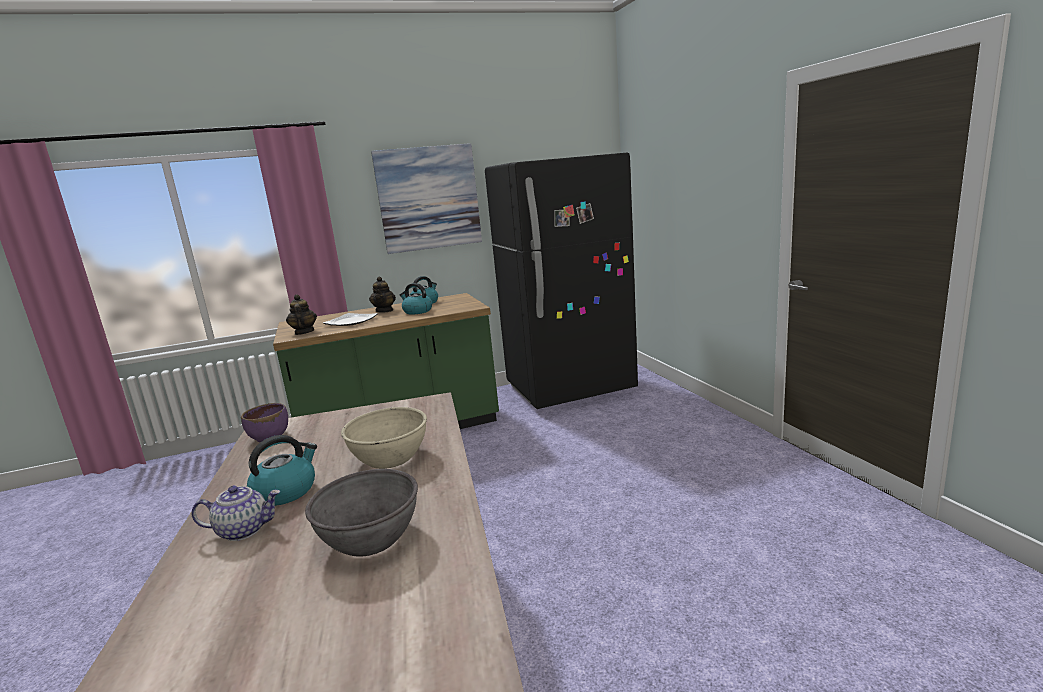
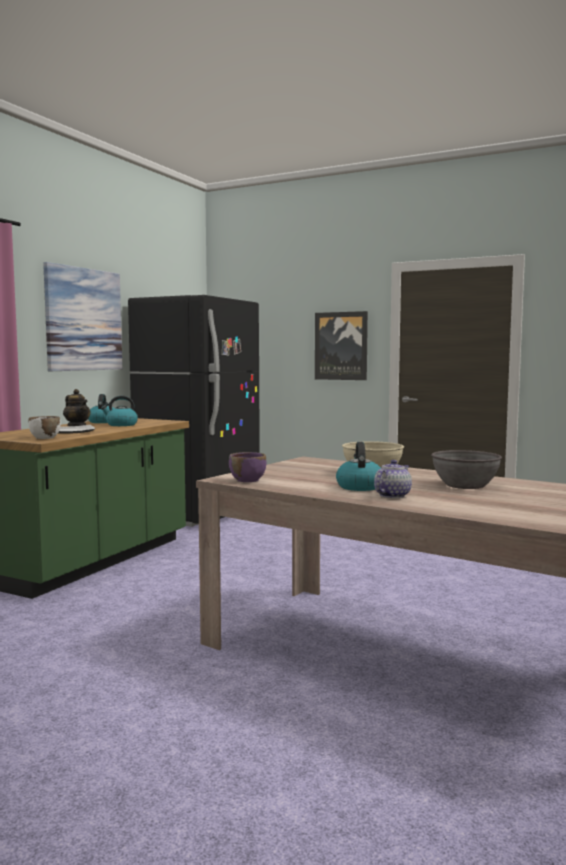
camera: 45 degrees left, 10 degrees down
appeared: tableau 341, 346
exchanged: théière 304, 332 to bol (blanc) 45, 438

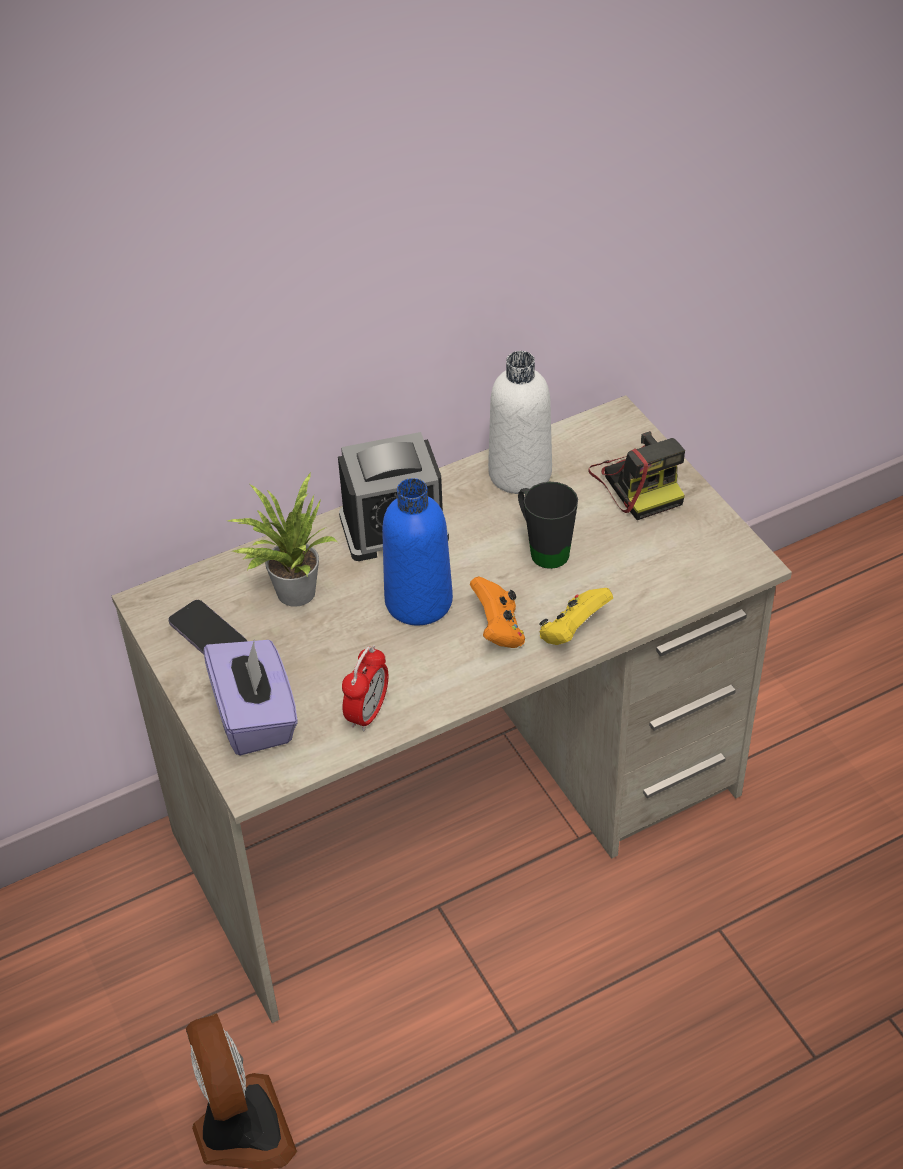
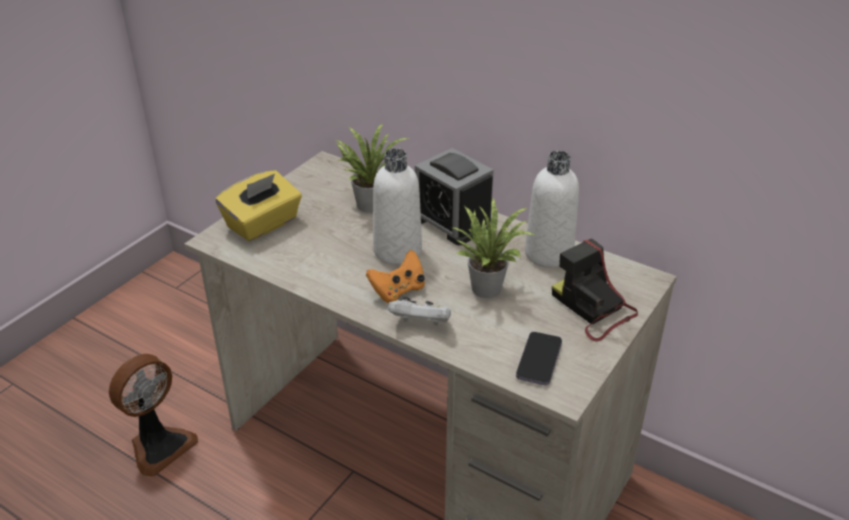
camera: 60 degrees right, 10 degrees down
missing: réveil 367, 713
relocated: téléphone 208, 635 to 539, 360
exchanged: mug (noir) 543, 548 to plante en pot 488, 286
colour: boîte à mouchoirs (violet) 256, 716 to boîte à mouchoirs (jaune) 263, 224; bouteille (bleu) 418, 601 to bouteille (blanc) 397, 251; manette (jaune) 573, 632 to manette (blanc) 421, 324
spun: appareil photo 638, 482 = 593, 309 105 degrees clockwise

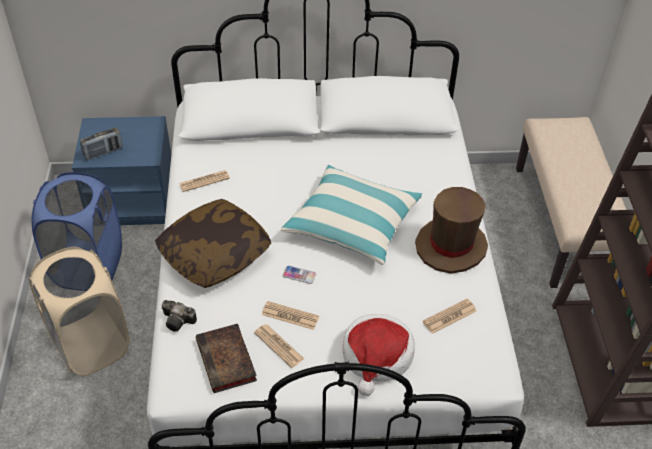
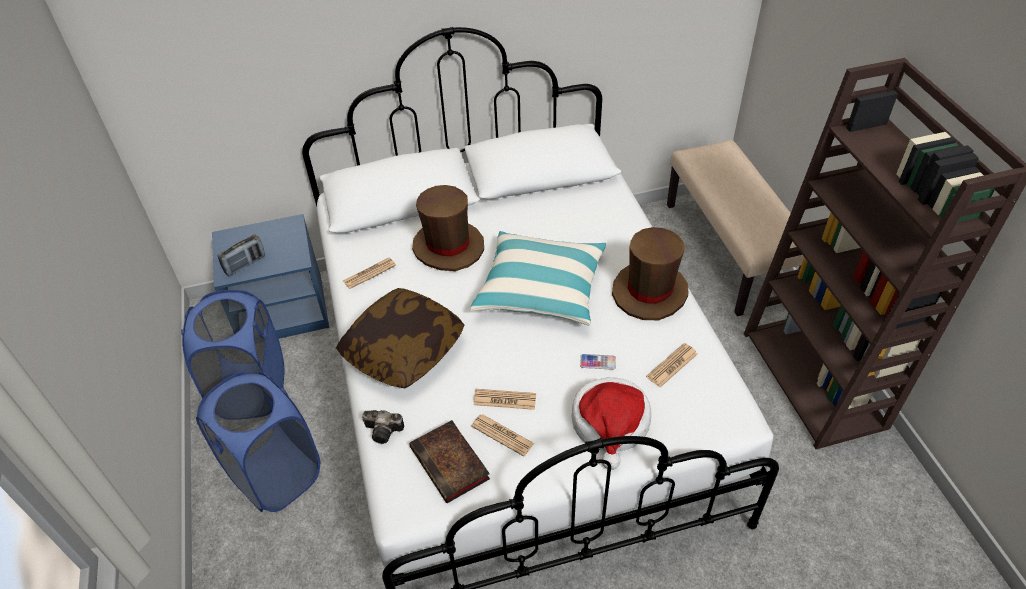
camera: 10 degrees left, 0 degrees up
appeared: chapeau (marron) 448, 246
relocated: téléphone 299, 275 to 598, 362
colour: panier à linge (beige) 90, 344 to panier à linge (bleu) 275, 475

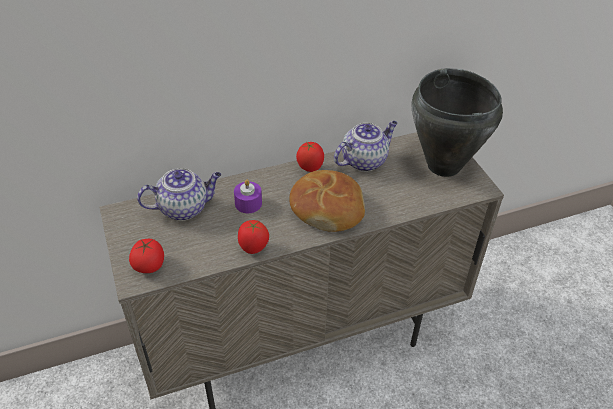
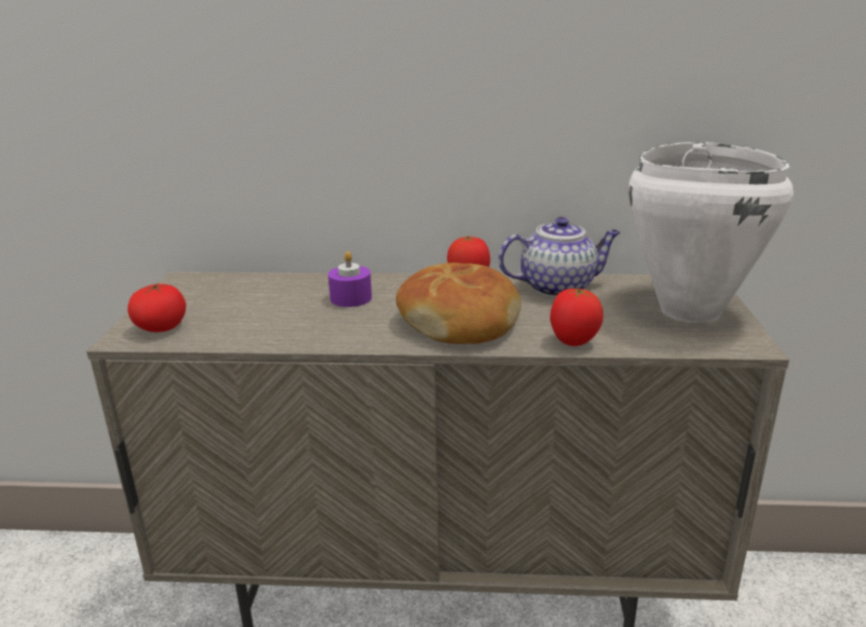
camera: 25 degrees right, 20 degrees down
missing: théière 184, 208
relocated: tomate 253, 248 to 573, 342
colour: marmite (noir) 443, 166 to marmite (blanc) 688, 311

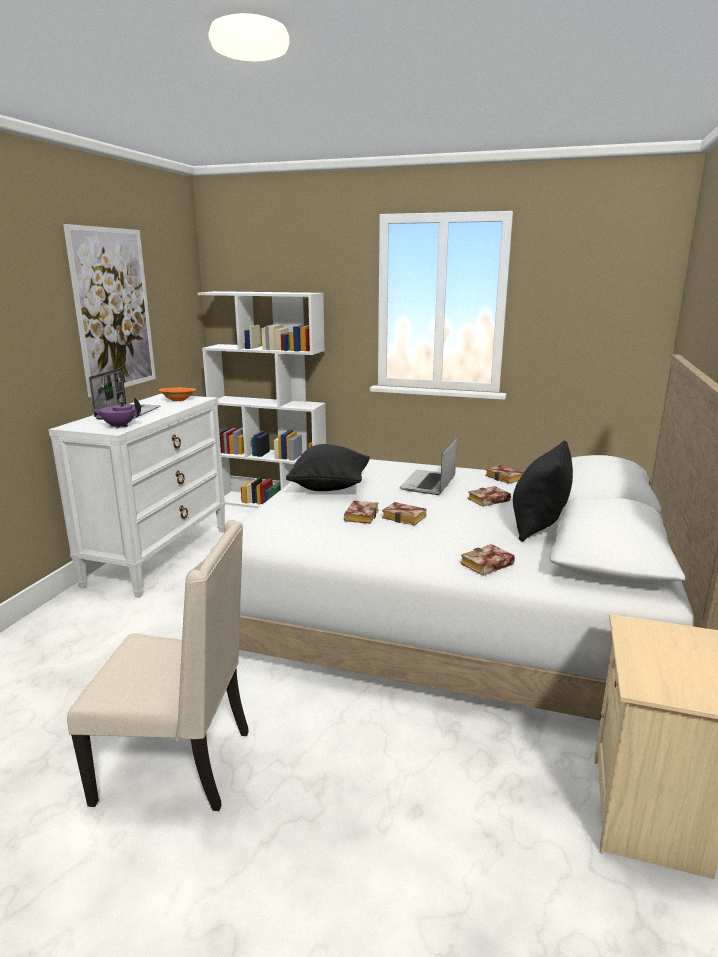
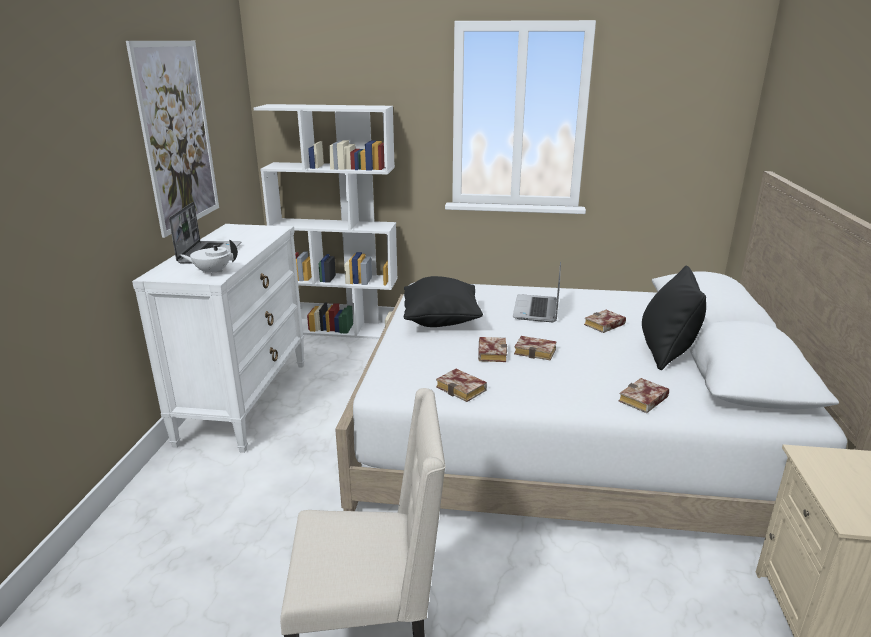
camera: 10 degrees left, 5 degrees up
missing: bol (orange) 178, 400
relocated: livre 506, 478 to 463, 389
colour: théière (violet) 119, 426 to théière (blanc) 212, 272

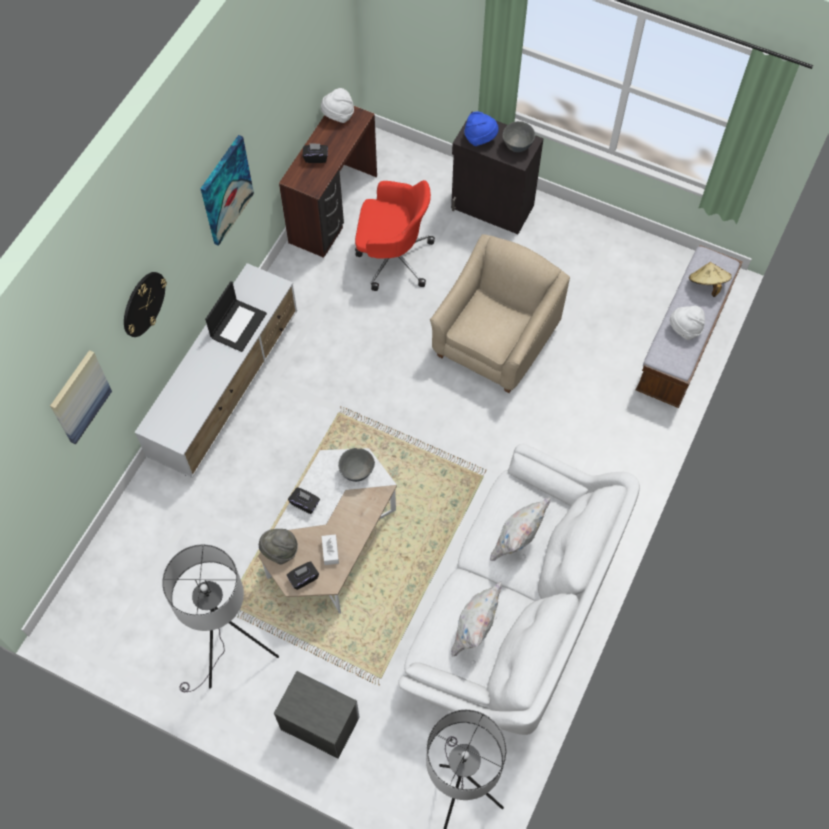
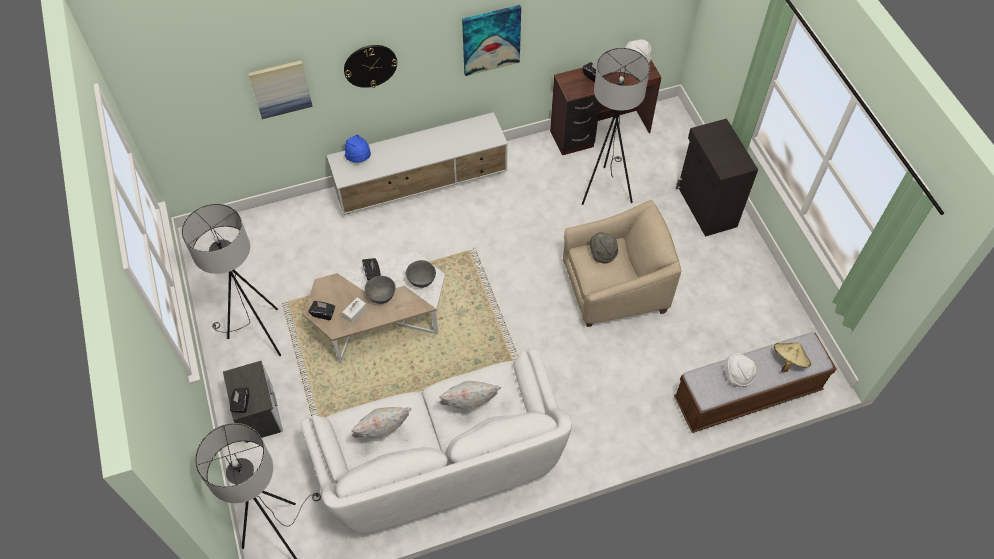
camera: 45 degrees right, 5 degrees down
missing: ordinateur portable 238, 325
appeared: boîte à mouchoirs (noir) 241, 403
relocated: chapeau (bleu) 480, 138 to 359, 158; bol (gris) 517, 146 to 382, 297; chapeau (gris) 280, 550 to 602, 254
exchanged: chaise de bureau (rouge) 392, 257 to lampadaire (gris) 605, 187

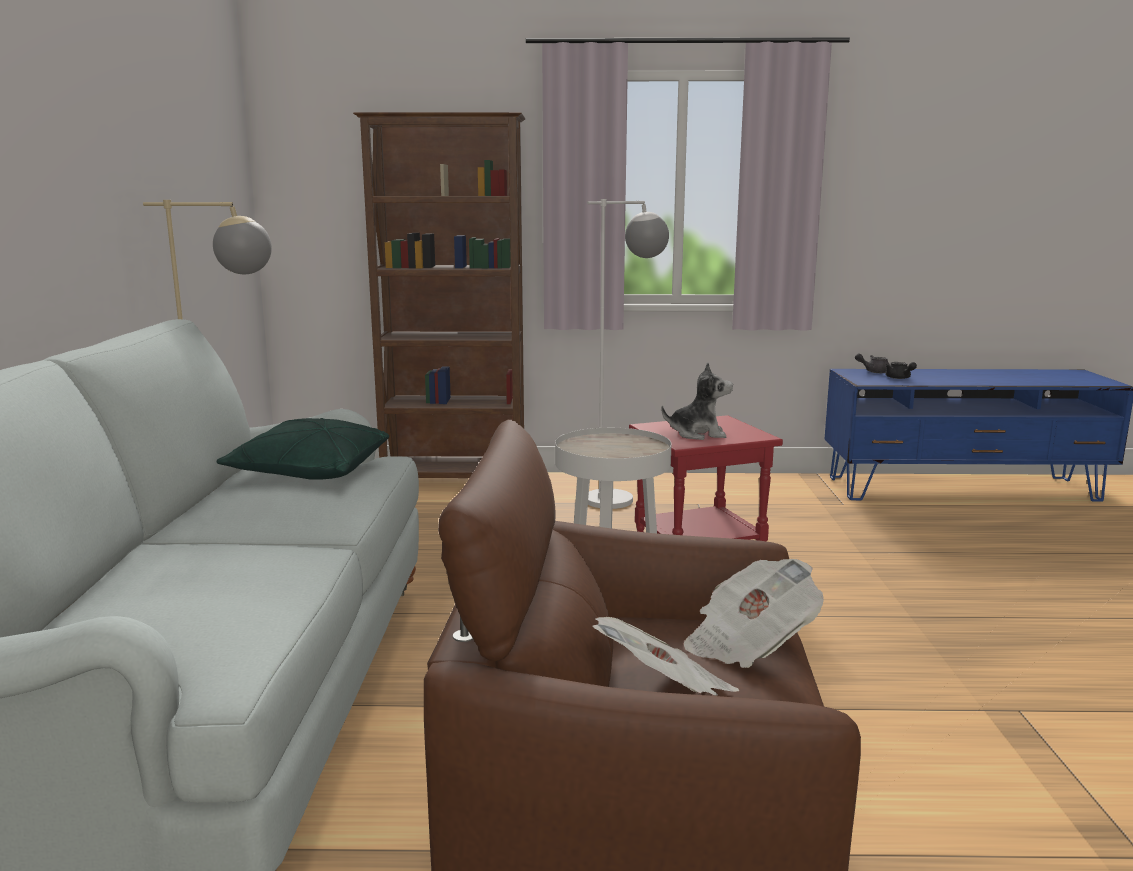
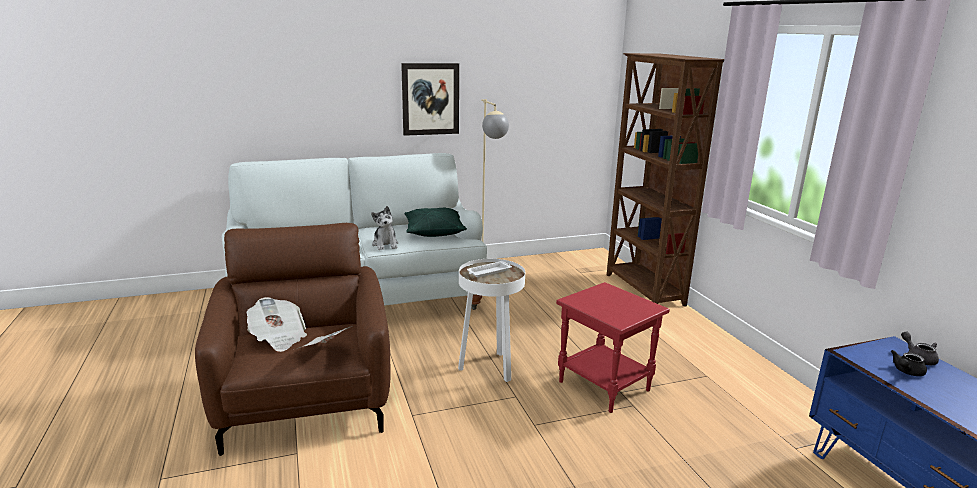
camera: 70 degrees right, 5 degrees up
missing: lampadaire (blanc) 622, 497
appeared: tableau 430, 99; plateau (blanc) 488, 272
relocated: peluche 698, 434 to 385, 244

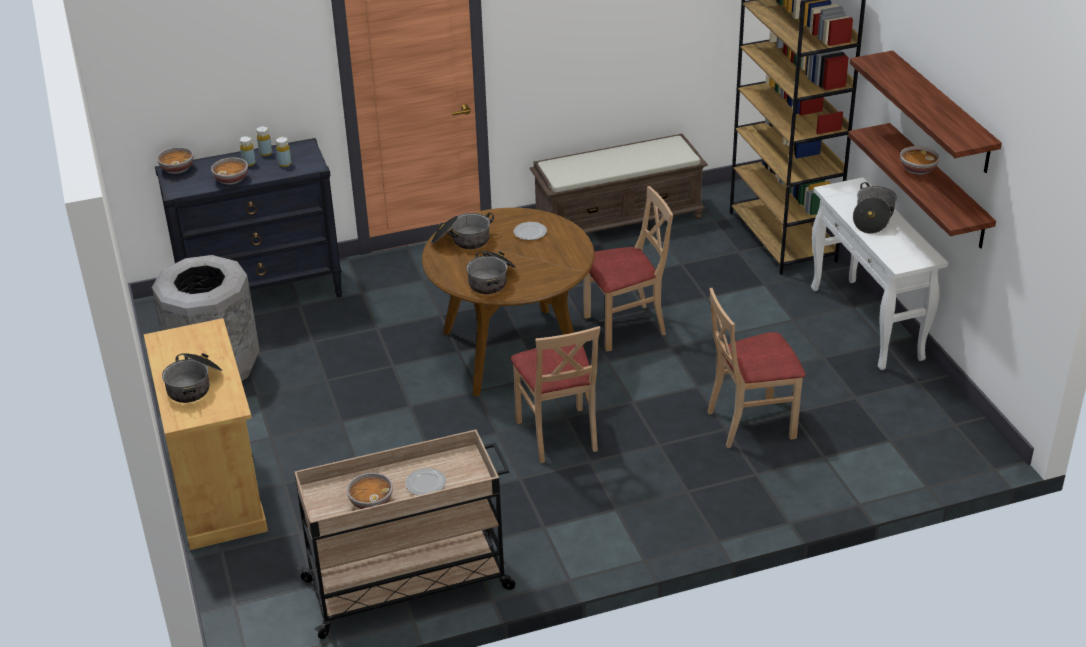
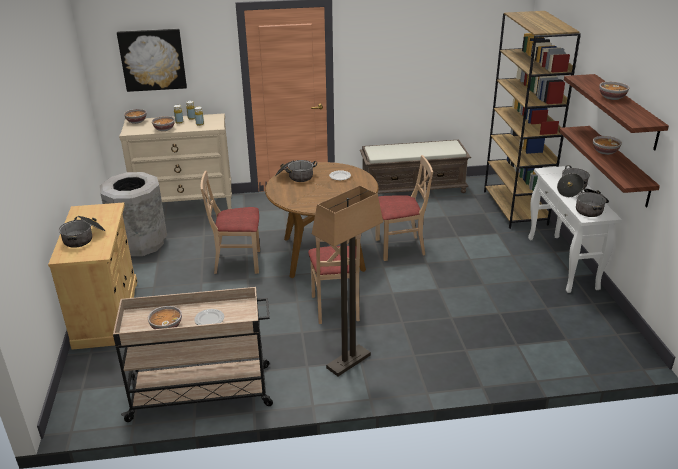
camera: 10 degrees right, 5 degrees down
appeared: tableau 152, 60; lampadaire 348, 362; bol 612, 97
relocated: chaise (beige) 750, 423 to 237, 262; marmite 492, 280 to 591, 209
colour: commode (noir) 262, 294 to commode (beige) 186, 207

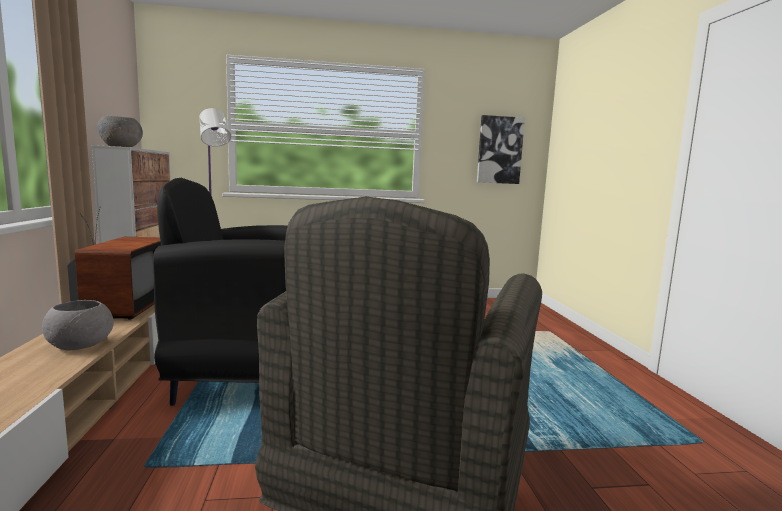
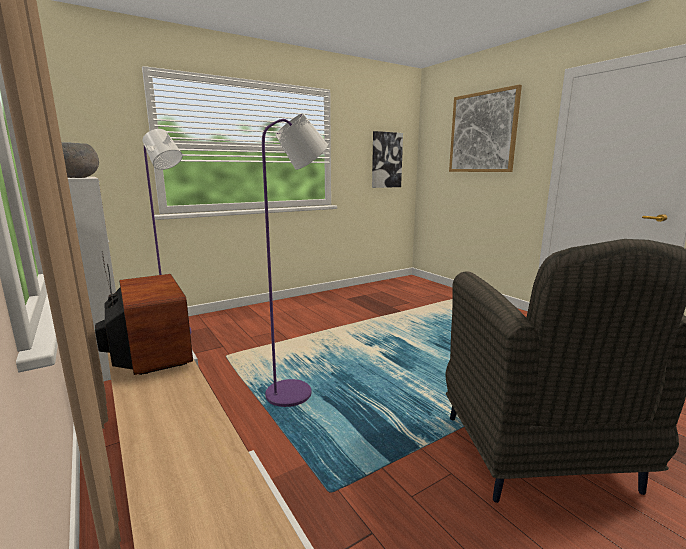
camera: 25 degrees left, 5 degrees up
missing: bol (gris) 81, 345
appeared: tableau 482, 132
exchanged: fauteuil (noir) 243, 378 to lampadaire (violet) 297, 392

